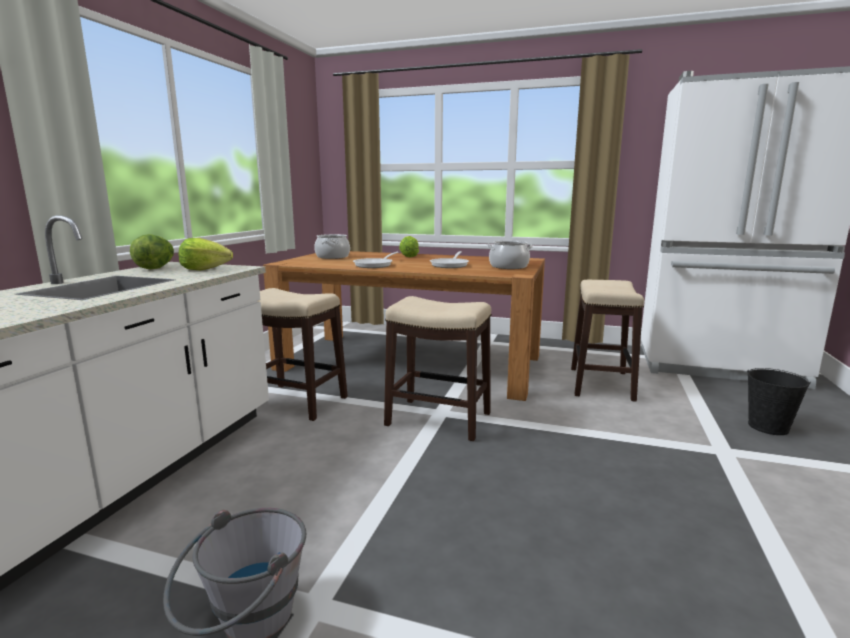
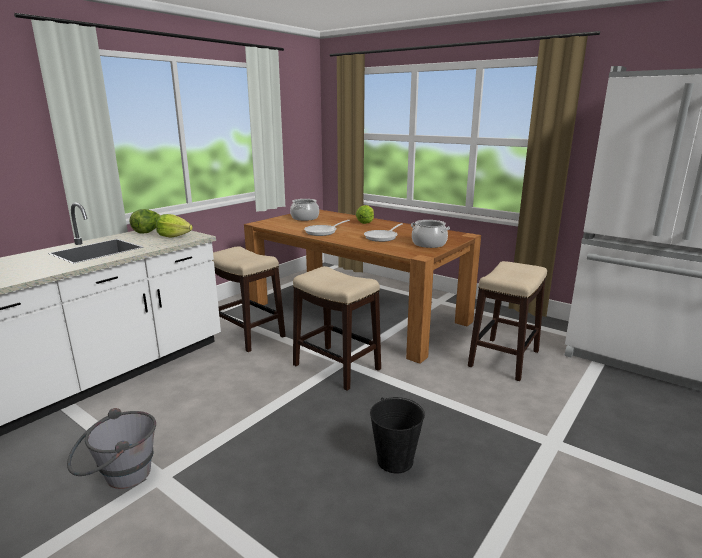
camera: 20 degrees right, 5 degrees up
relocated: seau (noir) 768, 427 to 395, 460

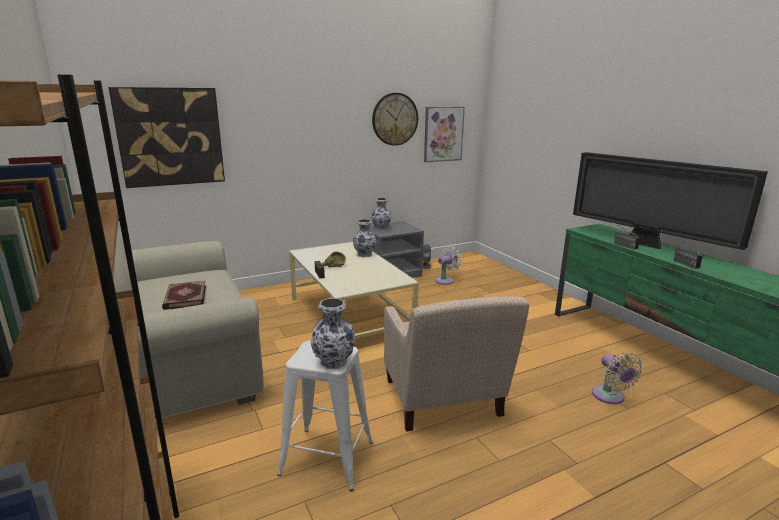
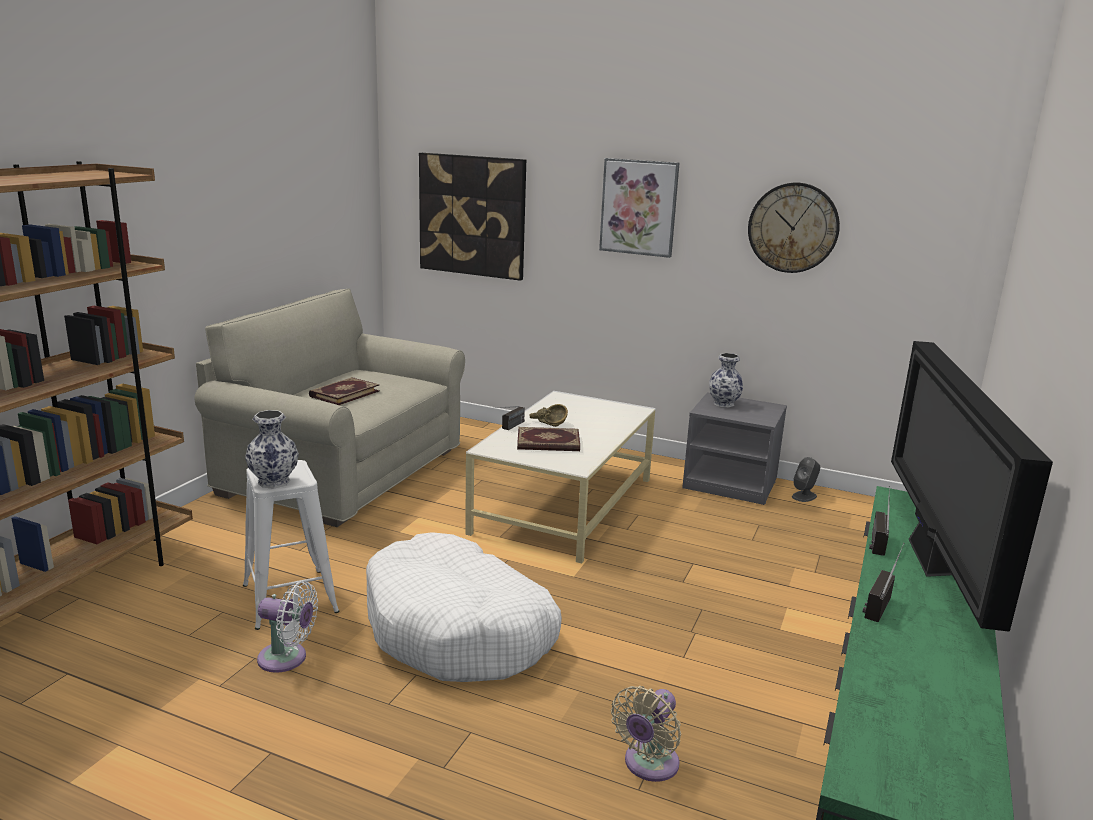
camera: 50 degrees right, 0 degrees up
missing: vase 365, 254
appeared: livre 548, 443
relocated: ventilateur (blanc) 446, 280 to 287, 659; tableau 443, 134 to 639, 207
exchanged: fauteuil (beige) 443, 403 to panier pour chien (blanc) 459, 630

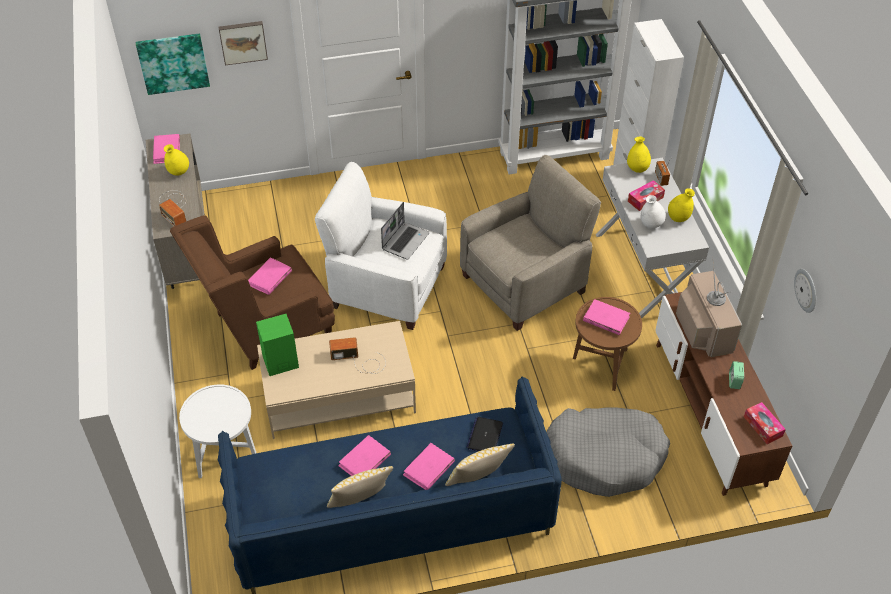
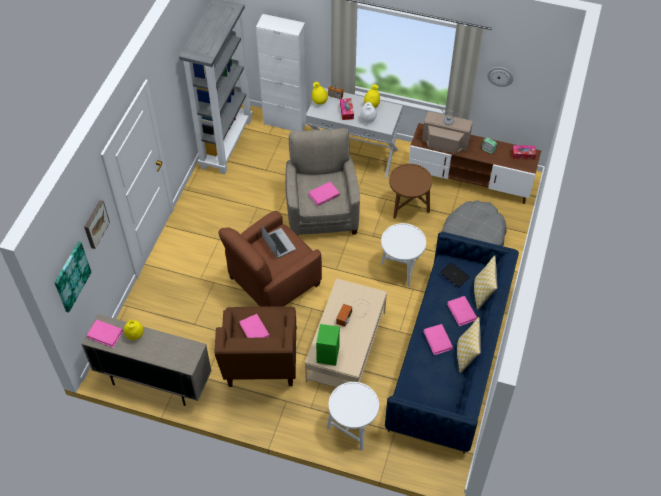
camera: 60 degrees left, 5 degrees up
missing: radio 174, 207
appeared: table d'appoint (blanc) 401, 268
relocated: livre (rose) 605, 319 to 324, 195
colour: fauteuil (blanc) 386, 286 to fauteuil (marron) 273, 282

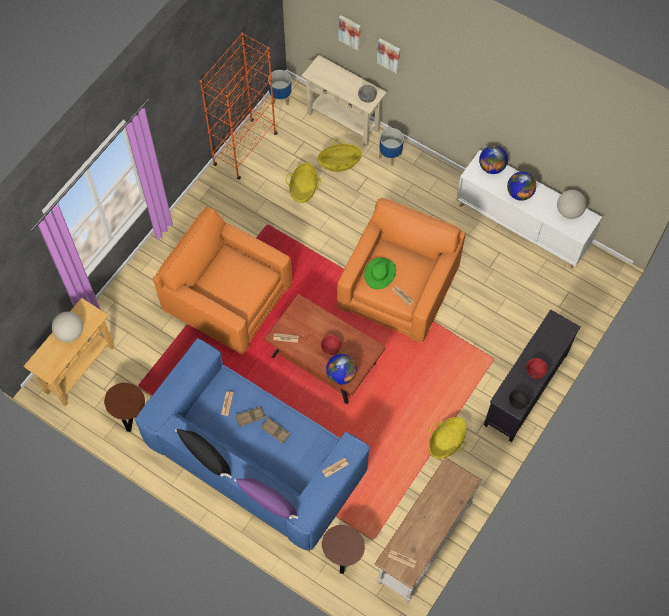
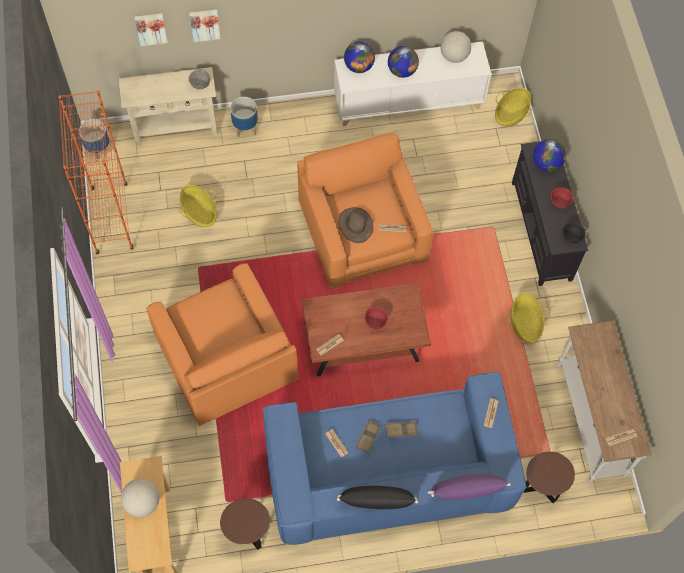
camera: 45 degrees left, 0 degrees up
relocated: panier 339, 163 to 511, 114; globe 341, 375 to 546, 163
colour: chapeau (vert) 380, 273 to chapeau (marron) 355, 225
spun: fauteuil (orange) 227, 296 = 226, 358 105 degrees counterclockwise

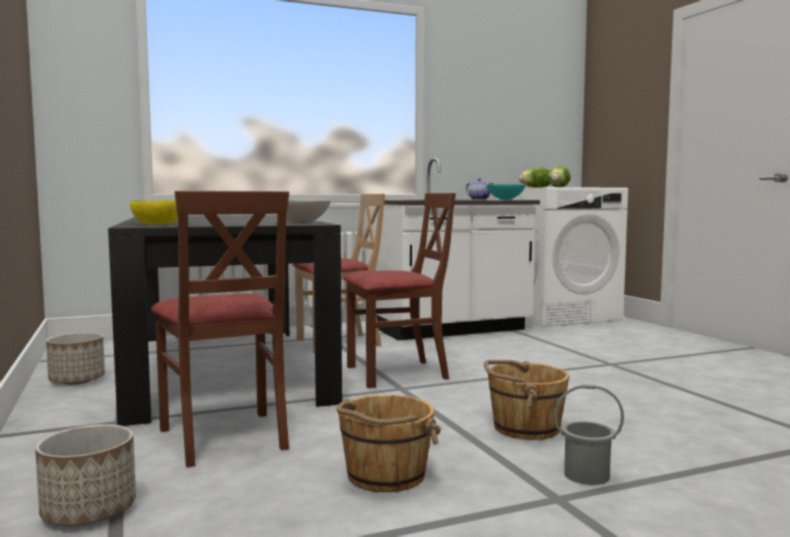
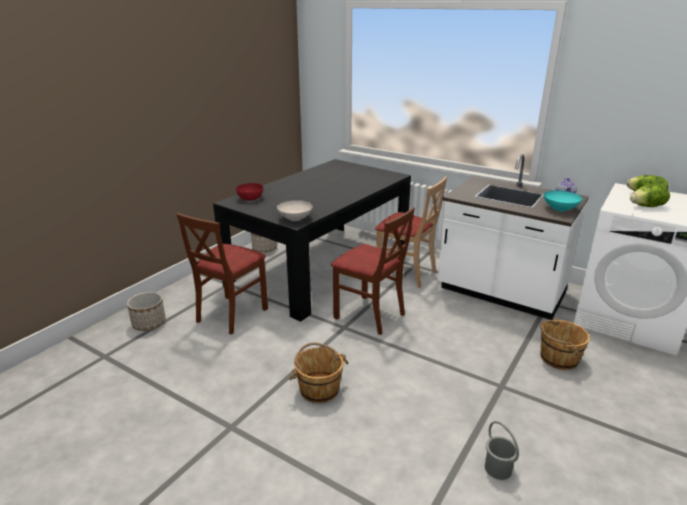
camera: 55 degrees right, 20 degrees up
relocated: seau (gris) 587, 475 to 498, 469; seau (marron) 384, 476 to 558, 358
colour: bol (jaune) 159, 224 to bol (rouge) 250, 198

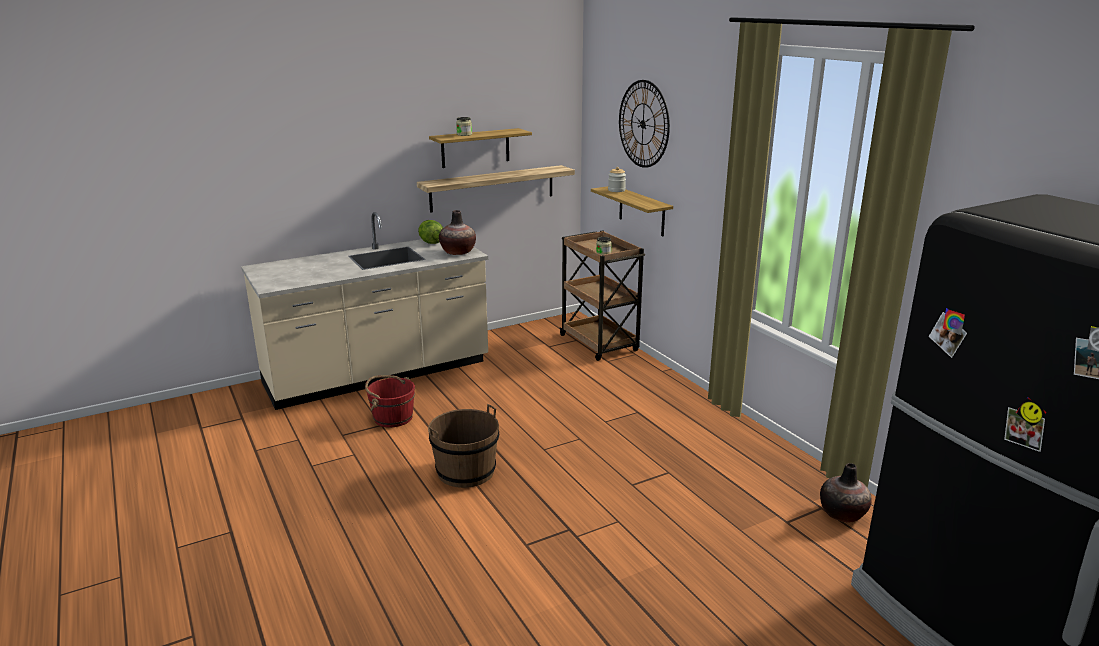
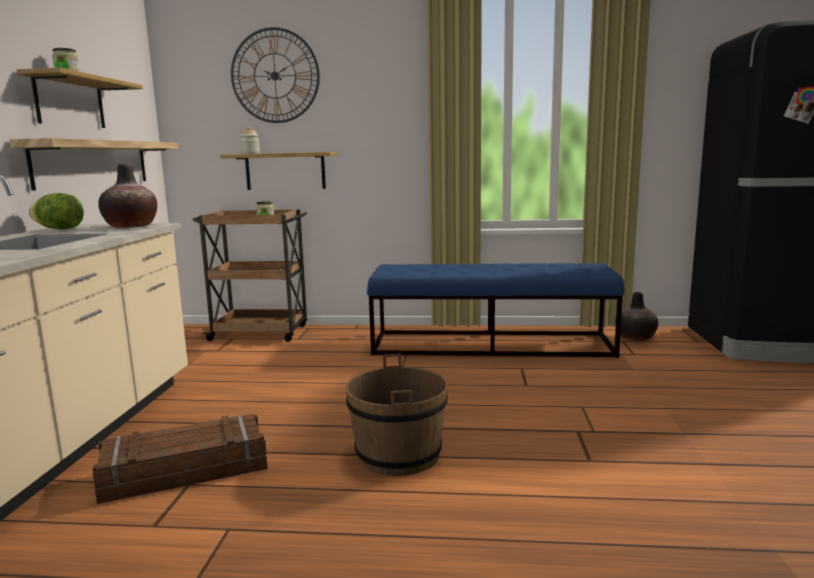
camera: 55 degrees left, 10 degrees down
appeared: banc (bleu) 491, 344
exchanged: seau (rouge) 392, 417 to caisse 185, 471

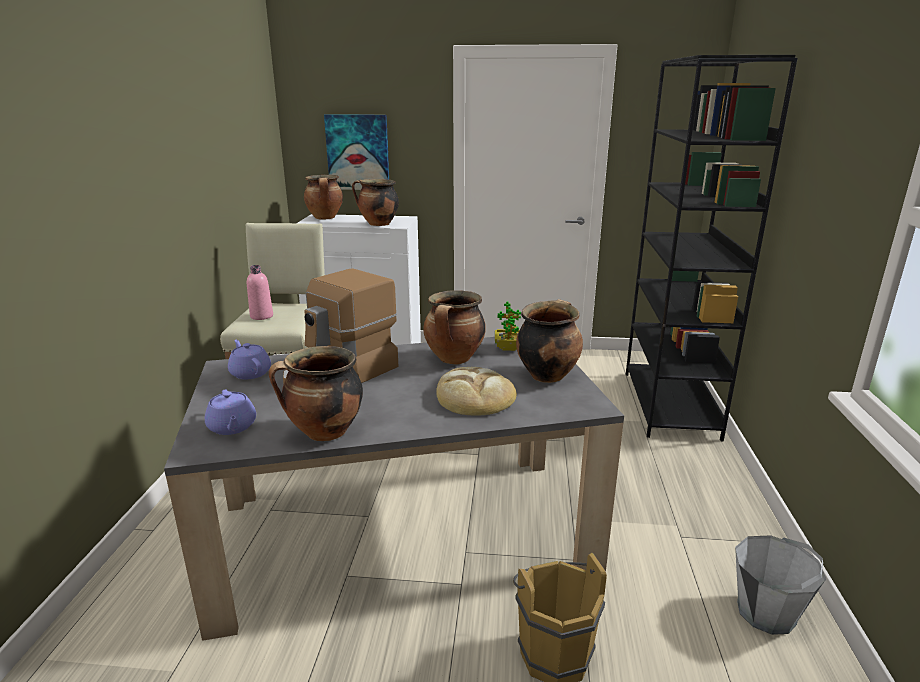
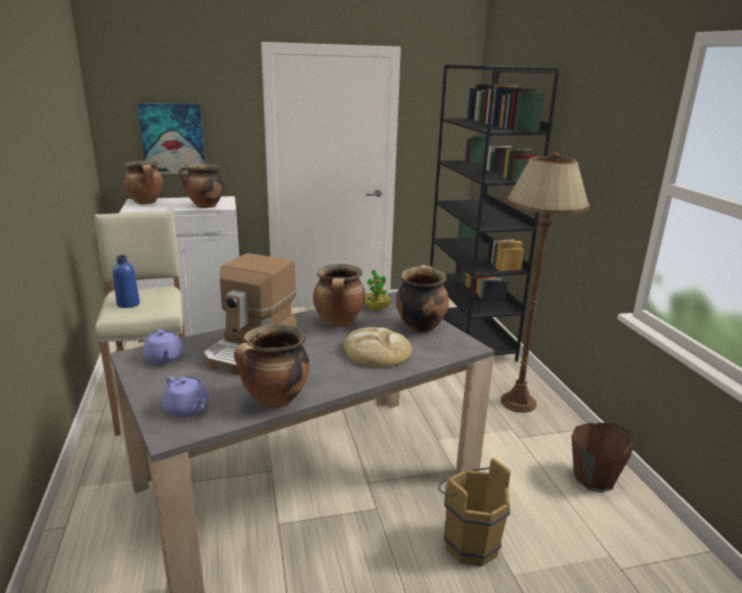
camera: 20 degrees left, 0 degrees up
appeared: lampadaire (marron) 518, 402
colour: bouteille (rose) 261, 316 to bouteille (bleu) 128, 304; seau (gris) 766, 613 to seau (marron) 594, 478
spun: théière (violet) 250, 373 = 164, 358 150 degrees counterclockwise

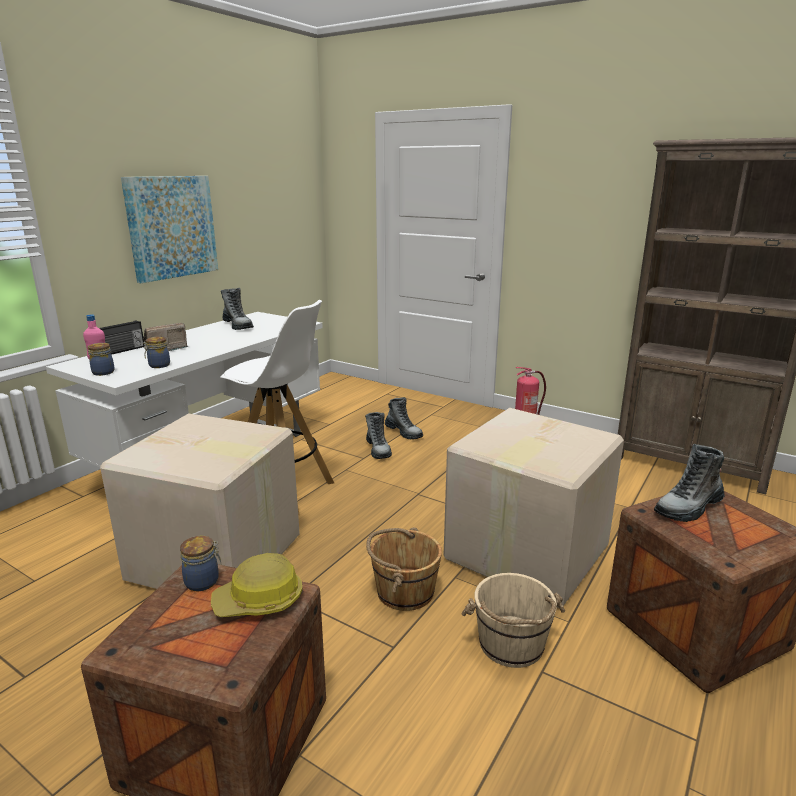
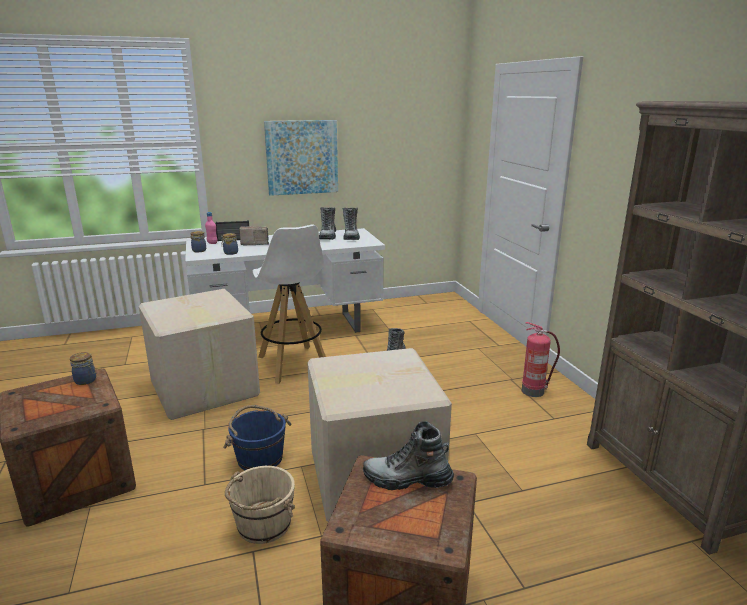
camera: 40 degrees right, 0 degrees up
missing: casque de chantier 259, 601
relocated: botte 404, 432 to 351, 236
colour: seau (marron) 404, 591 to seau (bleu) 259, 457

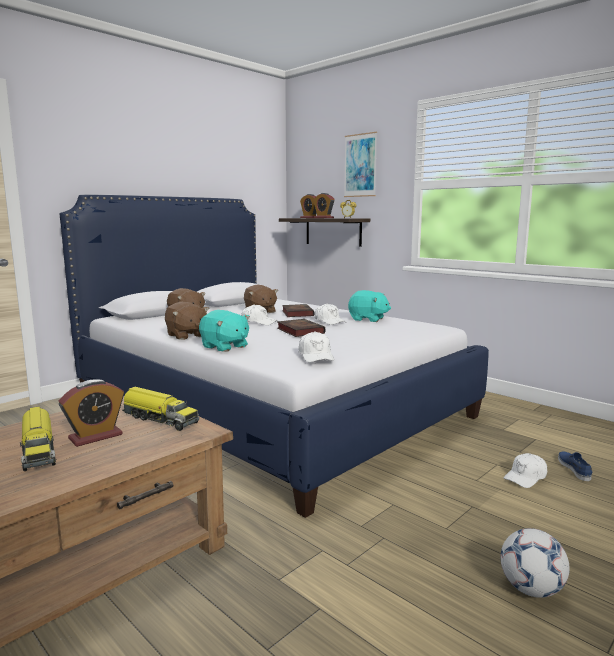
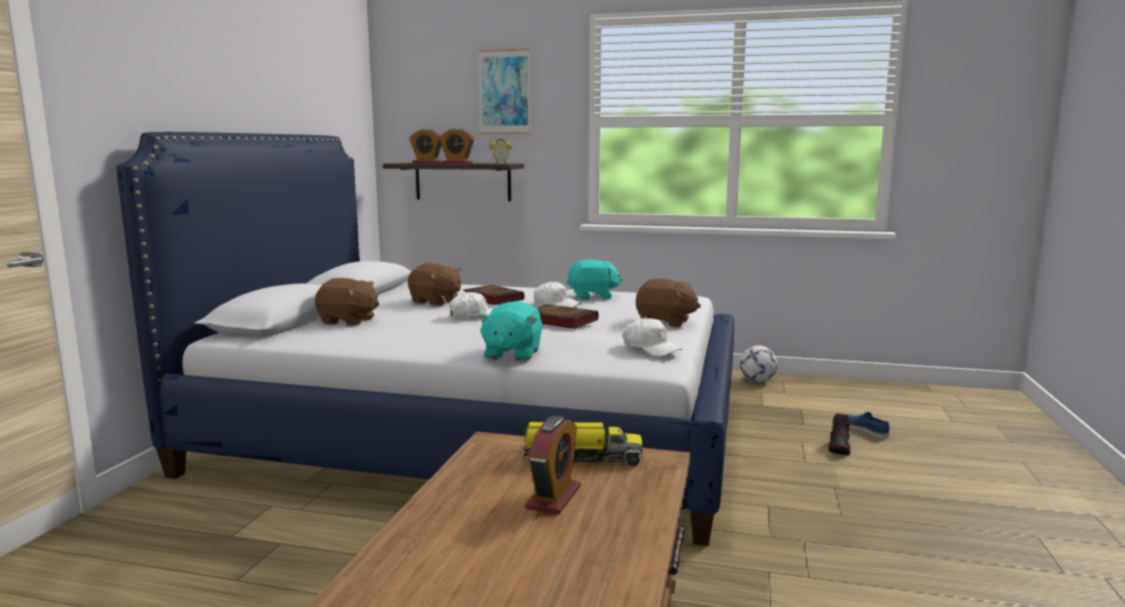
camera: 30 degrees left, 0 degrees up
missing: camion jouet 38, 449
relocated: peluche (marron) 186, 335 to 665, 322; ballon de foot 531, 589 to 757, 381
exchanged: casquette (blanc) 526, 477 to chaussure 839, 447
spun: peluche (turquoise) 224, 347 = 512, 354 90 degrees clockwise

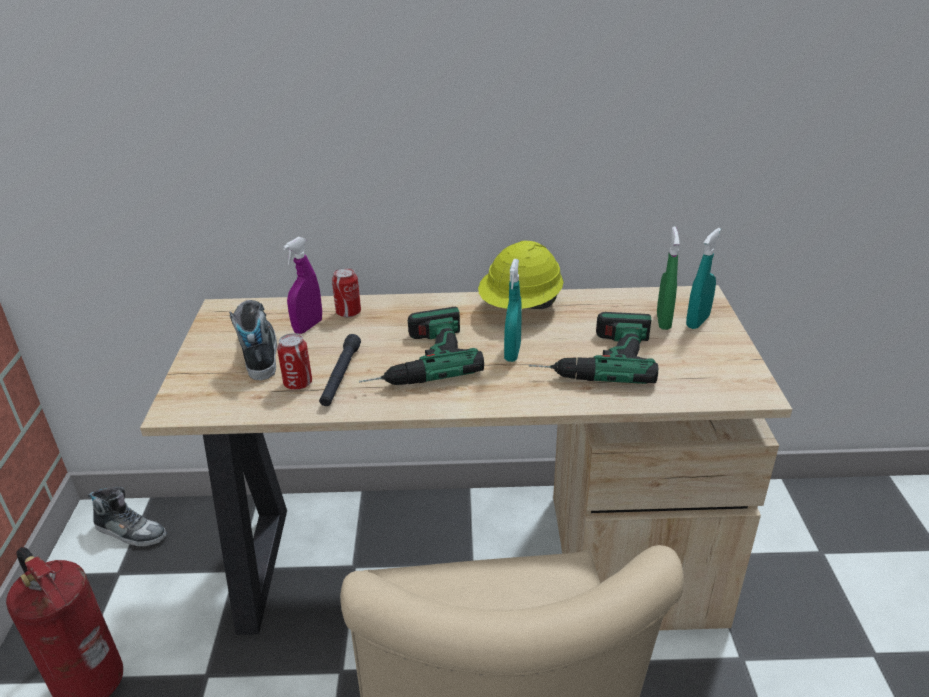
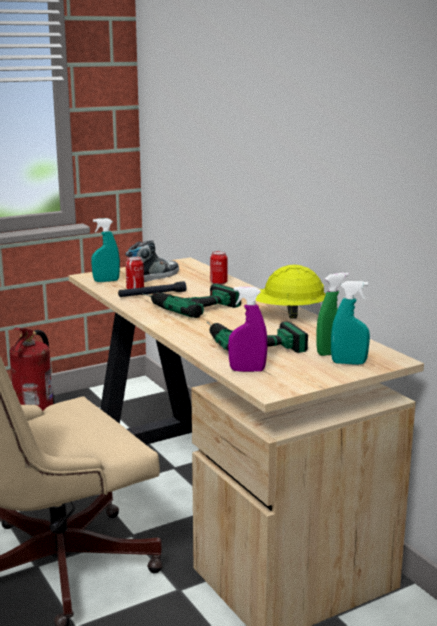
camera: 60 degrees right, 15 degrees down
missing: chaussure 130, 531
relocated: vaporisateur (turquoise) 512, 353 to 106, 281; vaporisateur (violet) 308, 326 to 247, 370

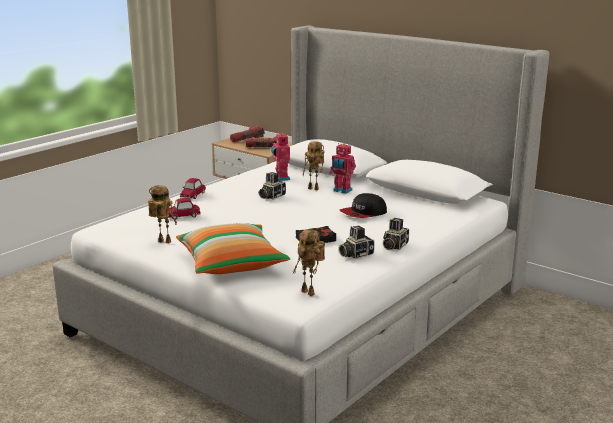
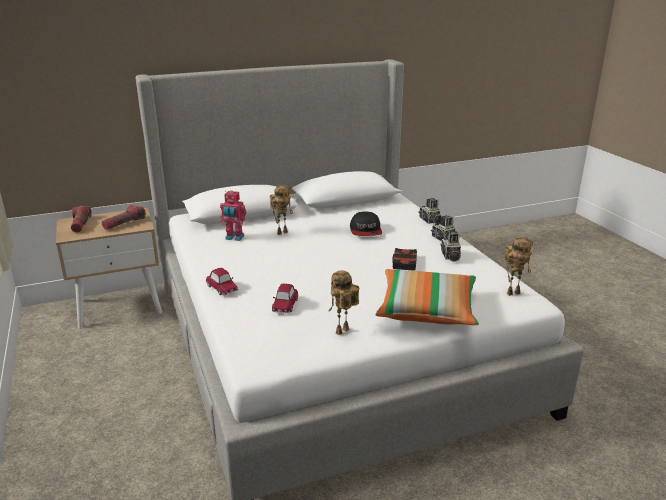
camera: 60 degrees left, 5 degrees up
missing: robot jouet 342, 191
relocated: appareil photo 271, 196 to 430, 221

